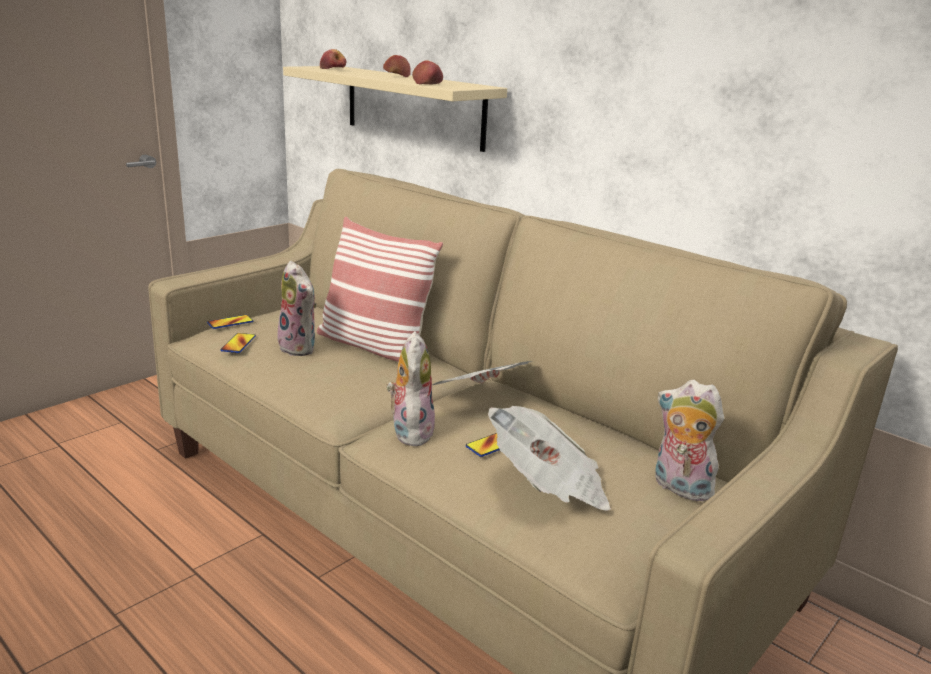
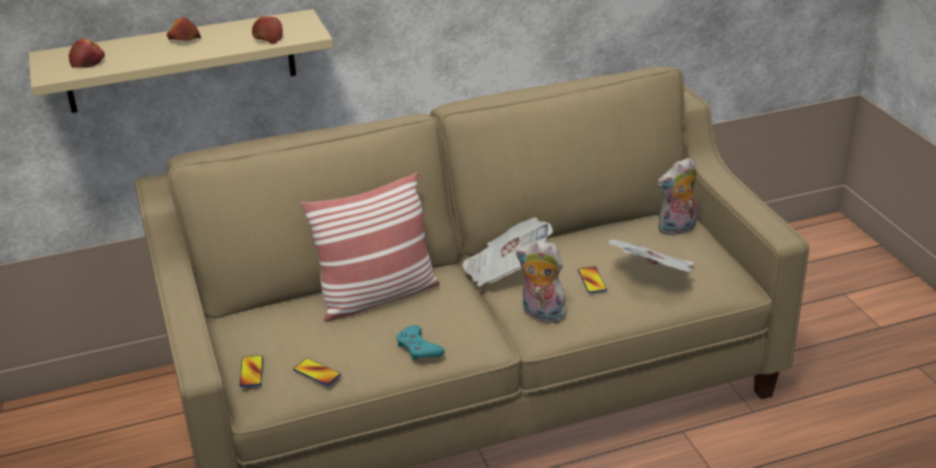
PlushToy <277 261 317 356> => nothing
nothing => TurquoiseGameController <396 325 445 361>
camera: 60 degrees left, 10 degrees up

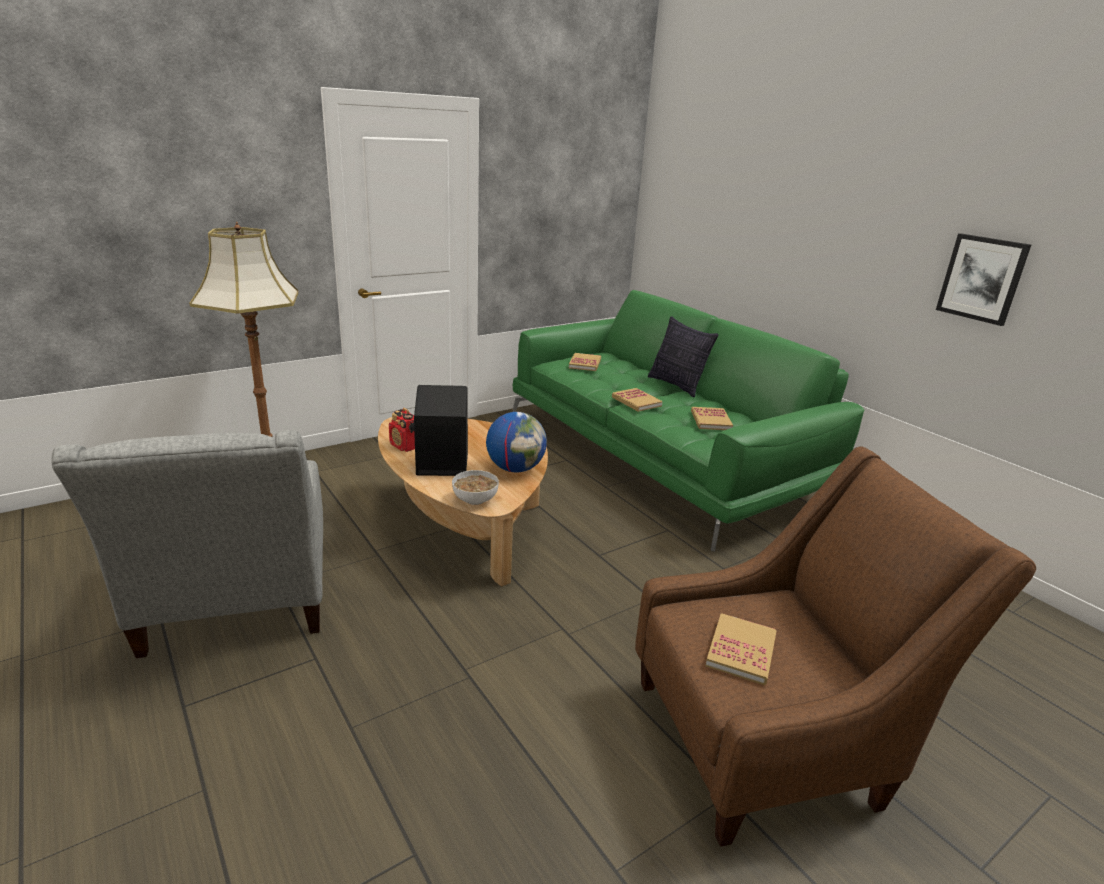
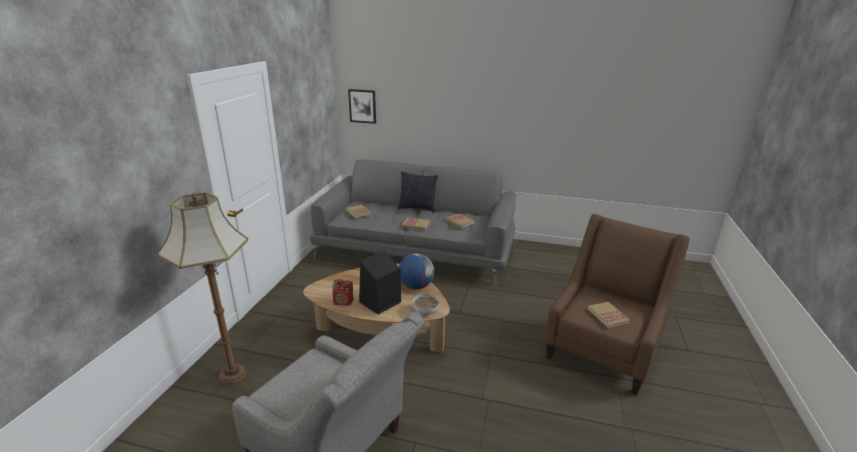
Picture <936 233 1031 326> => Picture <348 89 376 124>, moved
GreenSofa <512 290 865 552> => GreySofa <310 160 516 286>
camera: 40 degrees left, 0 degrees up

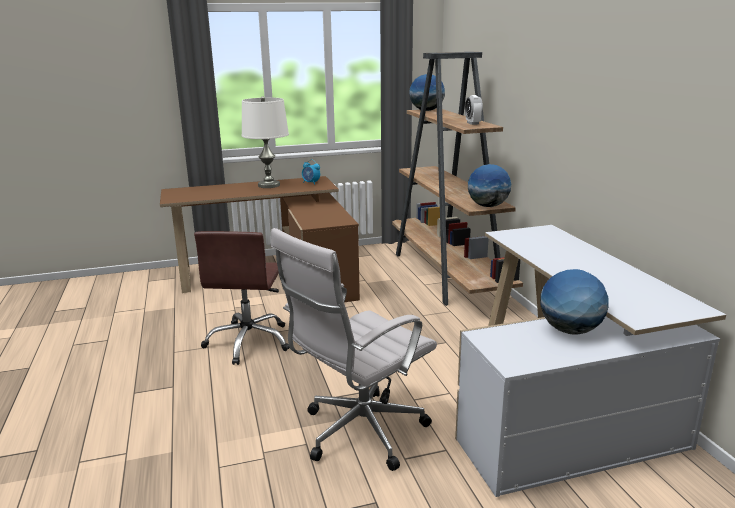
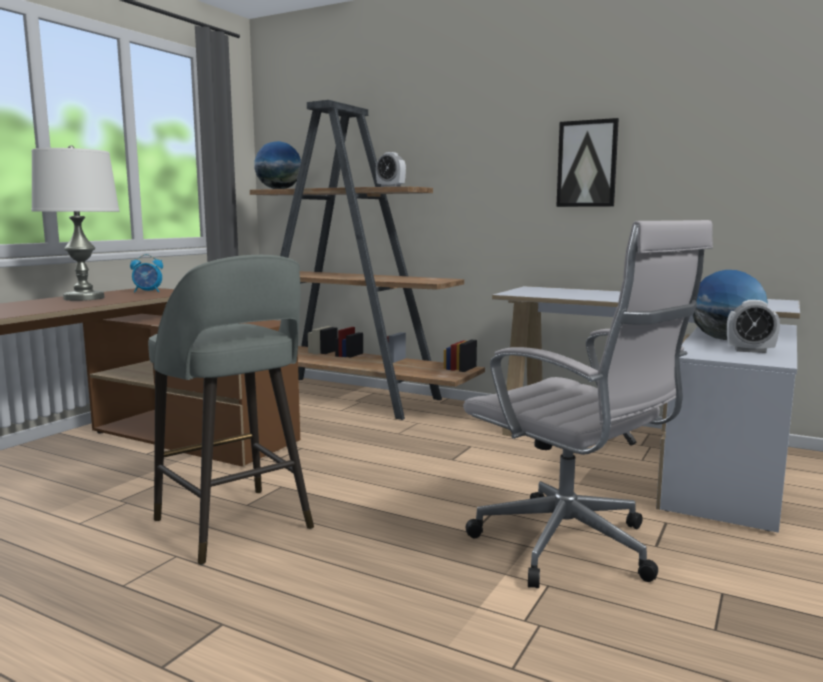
Globe <468 164 511 207> => nothing
WhiteOfficeChair <271 228 437 471> => WhiteOfficeChair <463 220 713 588>, 45 degrees counterclockwise
BrownOfficeChair <194 231 290 365> => GreyStool <148 255 314 565>
nothing => Picture <556 118 619 207>
nothing => AlarmClock <727 300 780 353>
camera: 45 degrees left, 10 degrees down

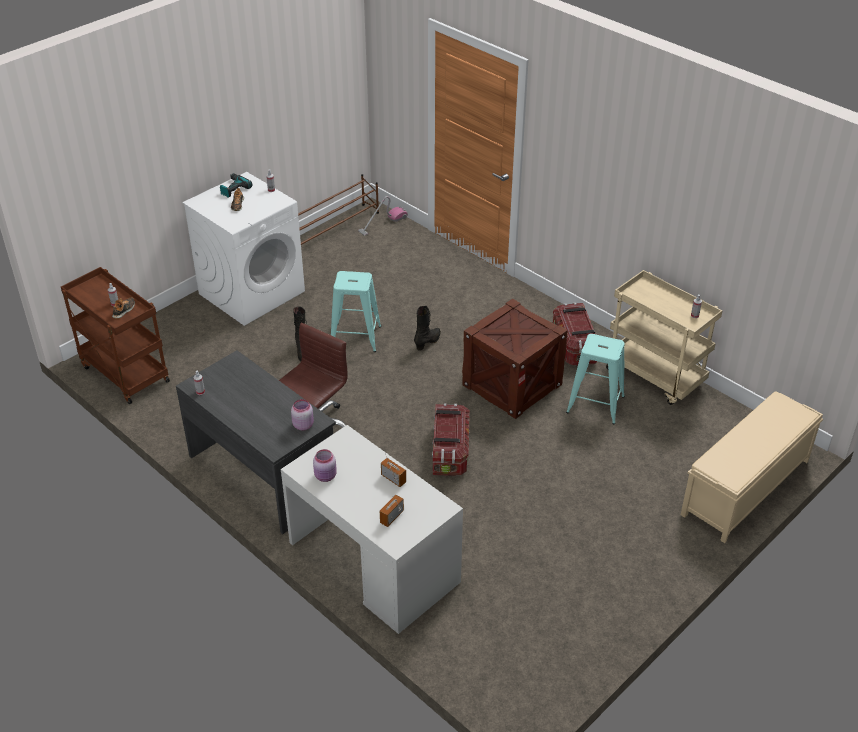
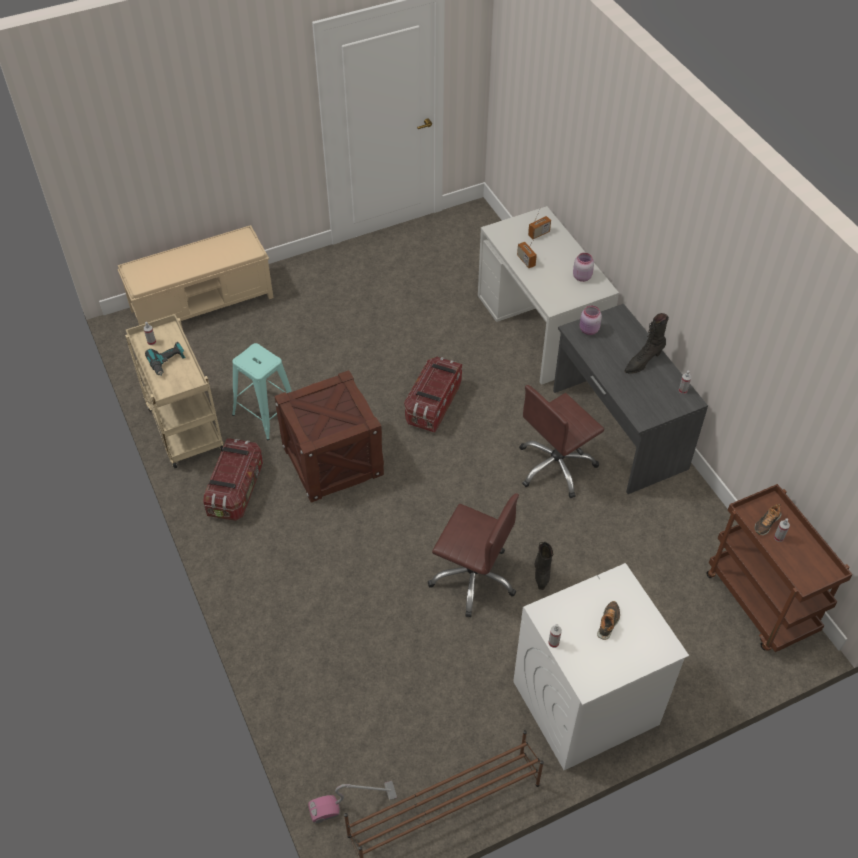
PowerDrill <220 173 253 198> => PowerDrill <145 342 186 376>, moved
TurquoiseStool <331 271 382 352> => BrownOfficeChair <428 493 519 617>
BlackBoot <414 306 441 351> => BlackBoot <624 313 669 374>, moved
camera: 160 degrees left, 10 degrees up

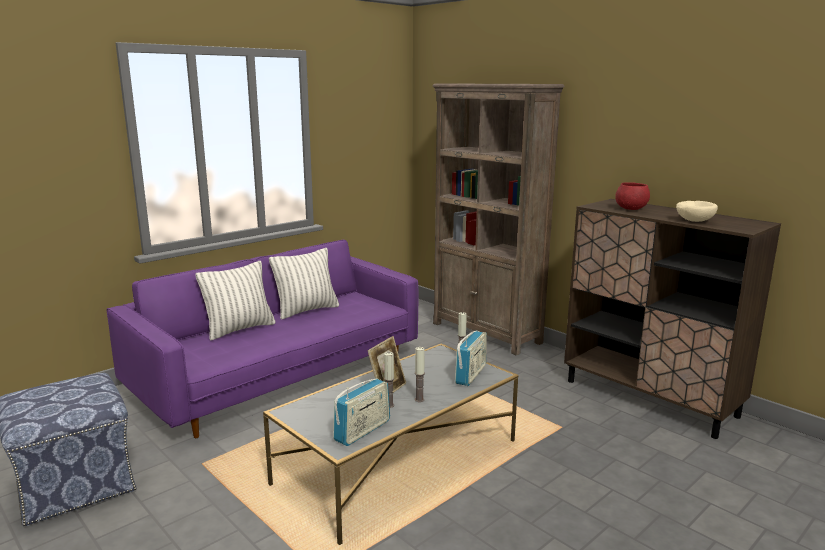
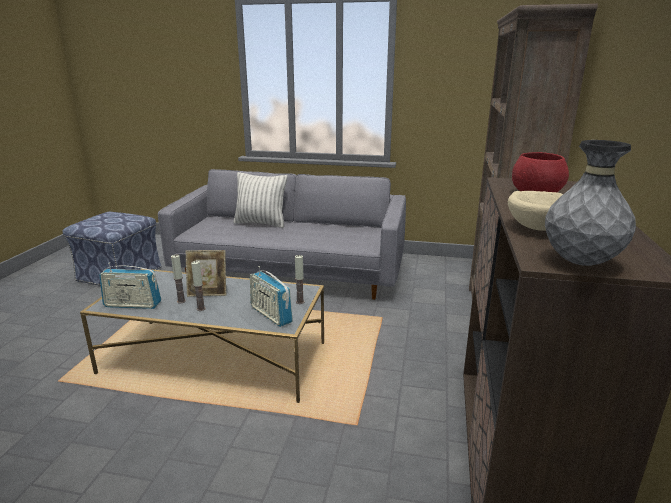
PurpleSofa <107 240 418 438> => GreySofa <158 169 406 300>
Pillow <269 248 339 320> => nothing
Radio <455 331 487 386> => Radio <250 266 293 327>, 60 degrees clockwise
nothing => GreyVase <545 140 636 266>
camera: 55 degrees right, 5 degrees up

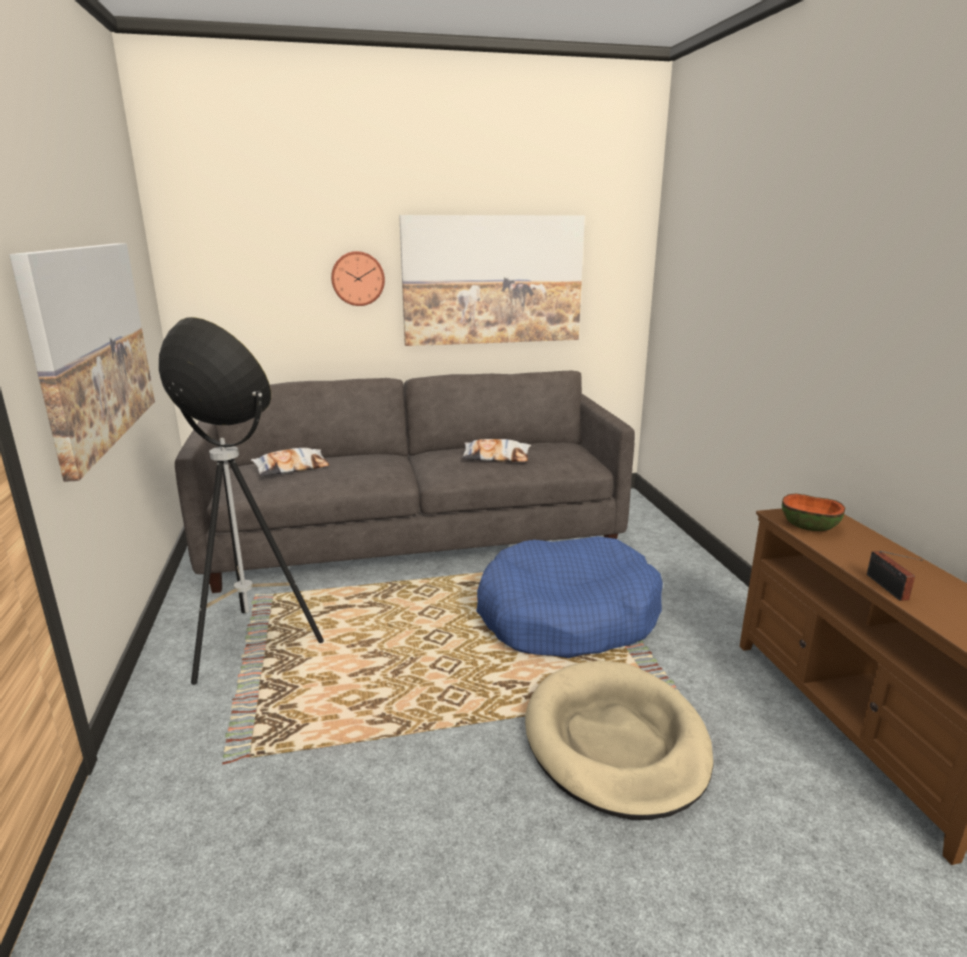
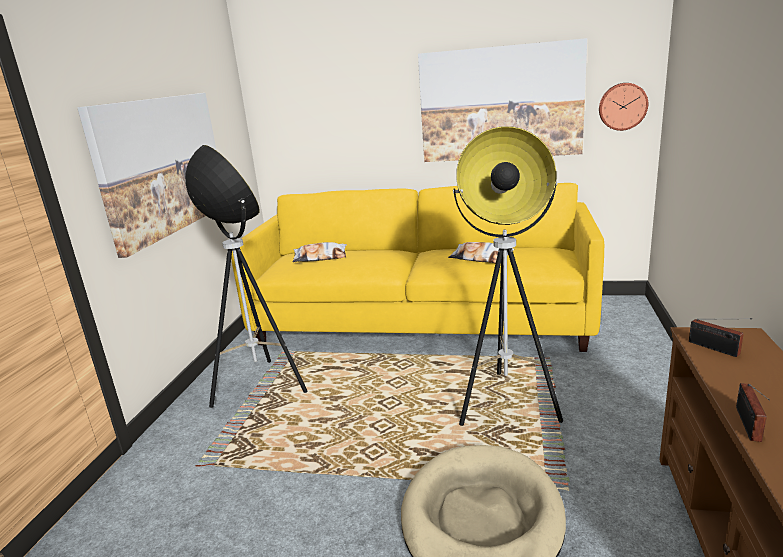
WallClock <331 251 385 306> => WallClock <599 83 648 131>, moved
GreySofa <175 371 635 593> => YellowSofa <231 183 604 352>
Bowl <782 494 845 531> => Radio <689 318 752 357>
BlueDogBed <476 536 663 658> => FloorLamp <453 126 563 426>
camera: 25 degrees right, 0 degrees up

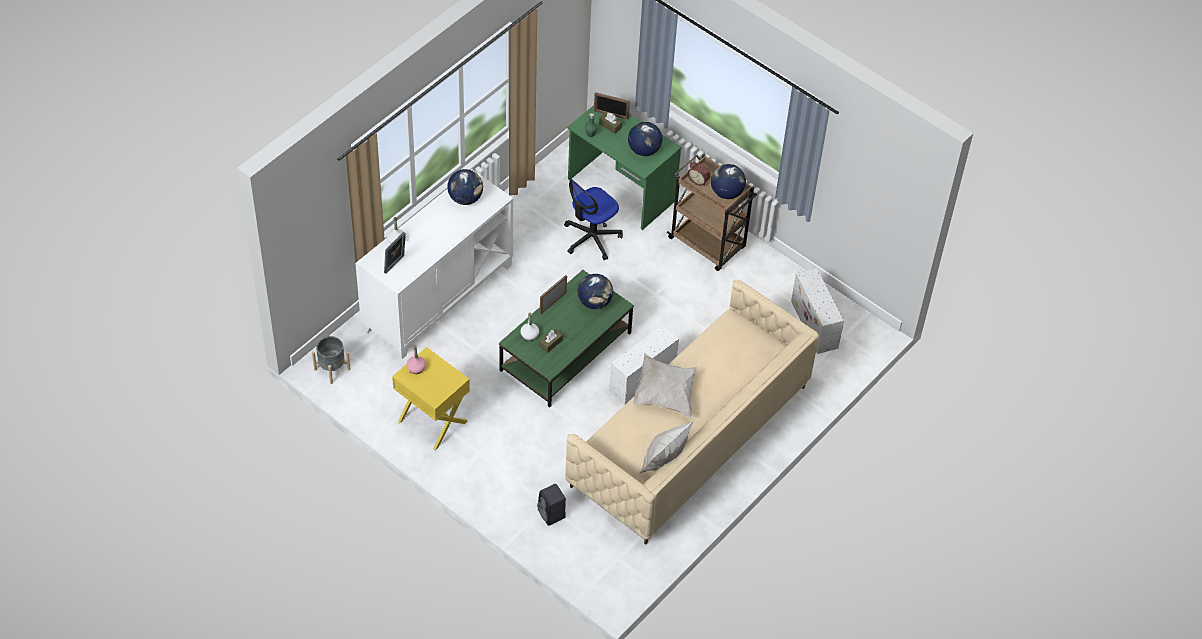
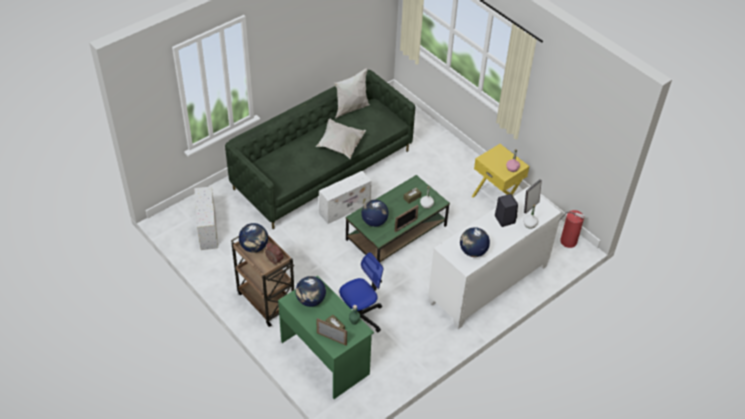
BeigeSofa <565 280 819 544> => GreenSofa <225 70 415 229>
GreyPlanter <312 336 350 384> => FireExtinguisher <560 210 585 248>
BlackSpeaker <537 484 566 526> => BlackSpeaker <495 194 518 227>, moved
camera: 170 degrees left, 5 degrees down

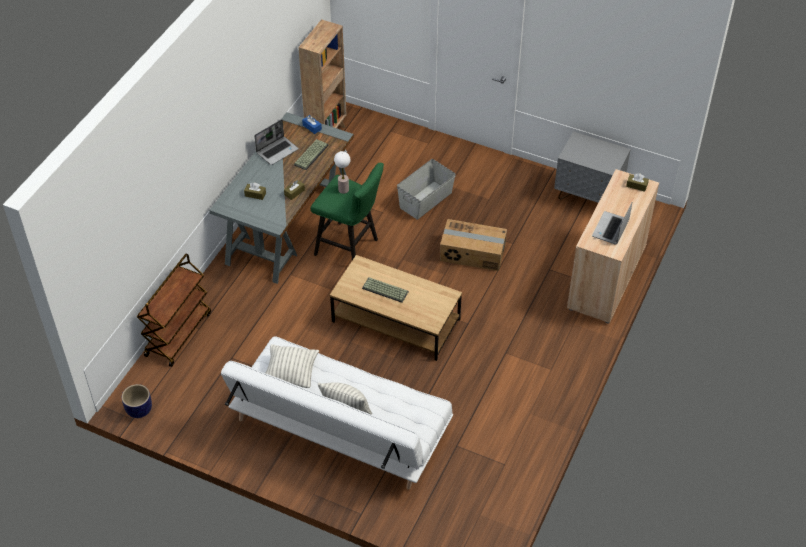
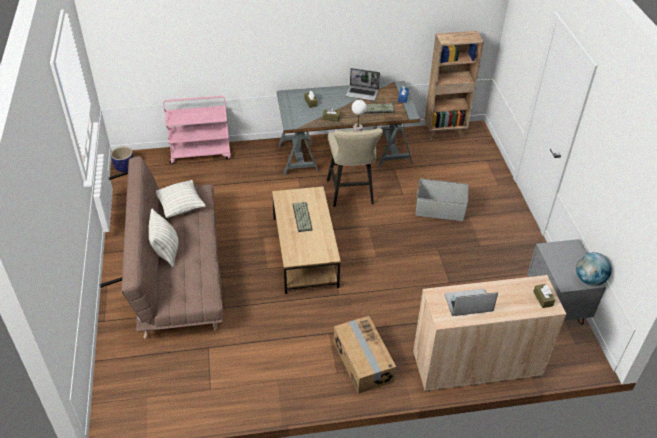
GreenStool <311 163 384 260> => BeigeStool <327 128 383 207>
CardboardBox <440 219 507 271> => CardboardBox <334 316 396 394>, moved
BrownCart <137 254 211 367> => PinkCart <163 96 231 164>
WhiteSofa <221 336 453 490> => BrownSofa <99 157 223 339>
nothing => Globe <576 252 612 286>
camera: 55 degrees right, 5 degrees down

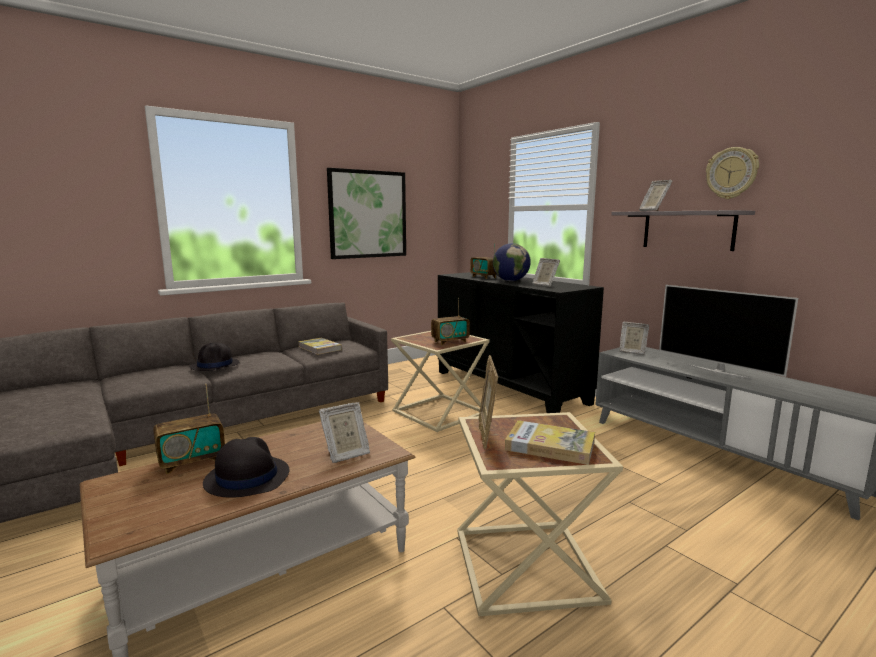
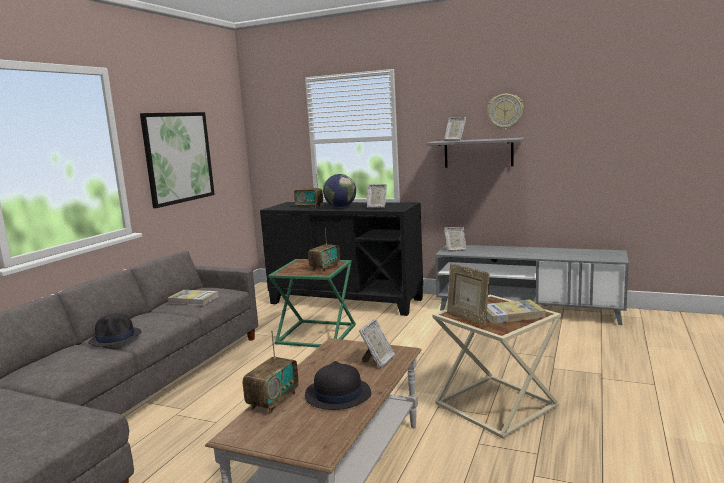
Television <659 285 798 379> => nothing
BeigeSideTable <391 331 490 432> => GreenSideTable <268 259 356 347>
camera: 30 degrees left, 0 degrees up

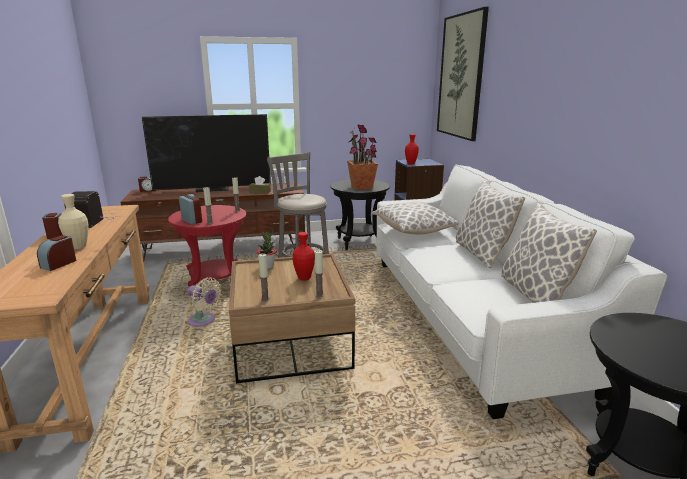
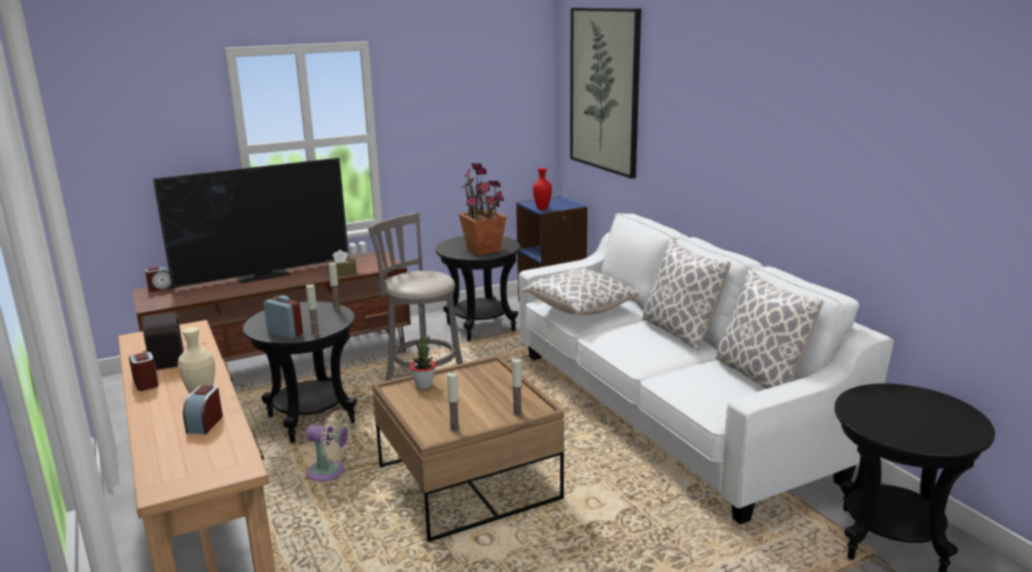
RedSideTable <168 205 247 286> => BlackSideTable <243 301 357 443>
RedVase <292 232 315 281> => nothing
camera: 15 degrees left, 0 degrees up

